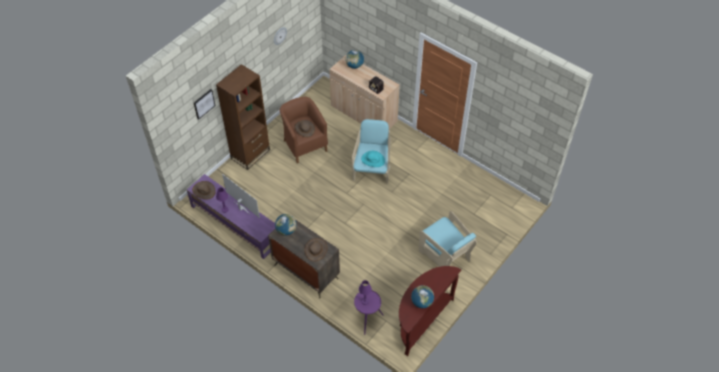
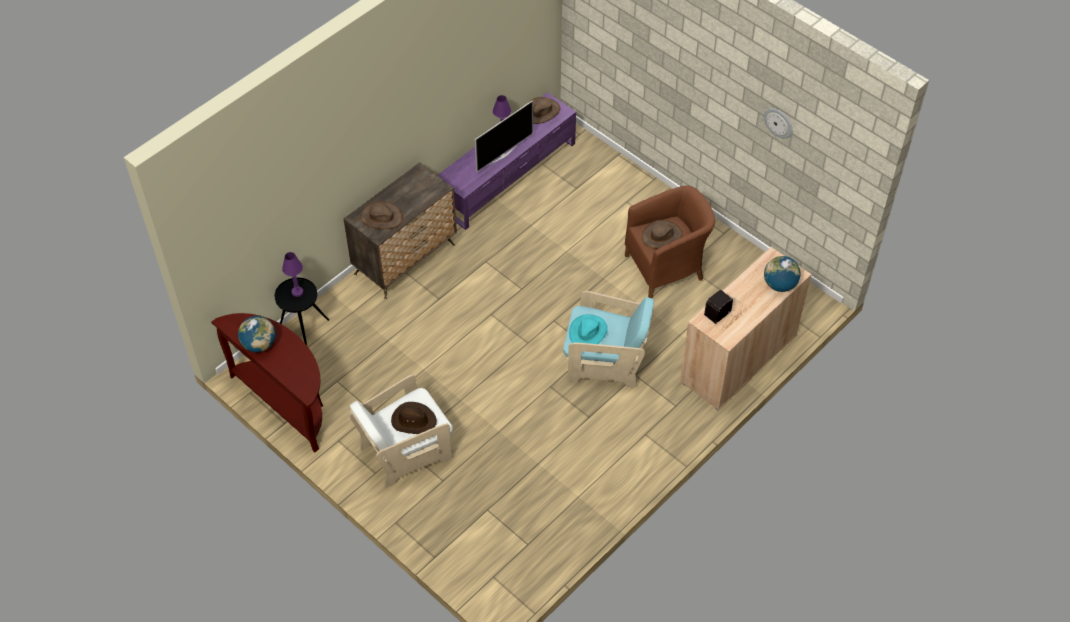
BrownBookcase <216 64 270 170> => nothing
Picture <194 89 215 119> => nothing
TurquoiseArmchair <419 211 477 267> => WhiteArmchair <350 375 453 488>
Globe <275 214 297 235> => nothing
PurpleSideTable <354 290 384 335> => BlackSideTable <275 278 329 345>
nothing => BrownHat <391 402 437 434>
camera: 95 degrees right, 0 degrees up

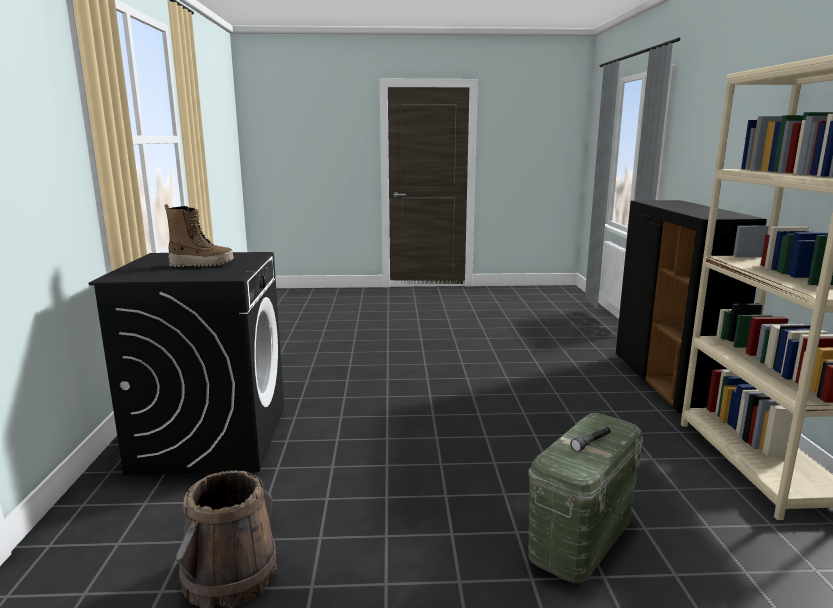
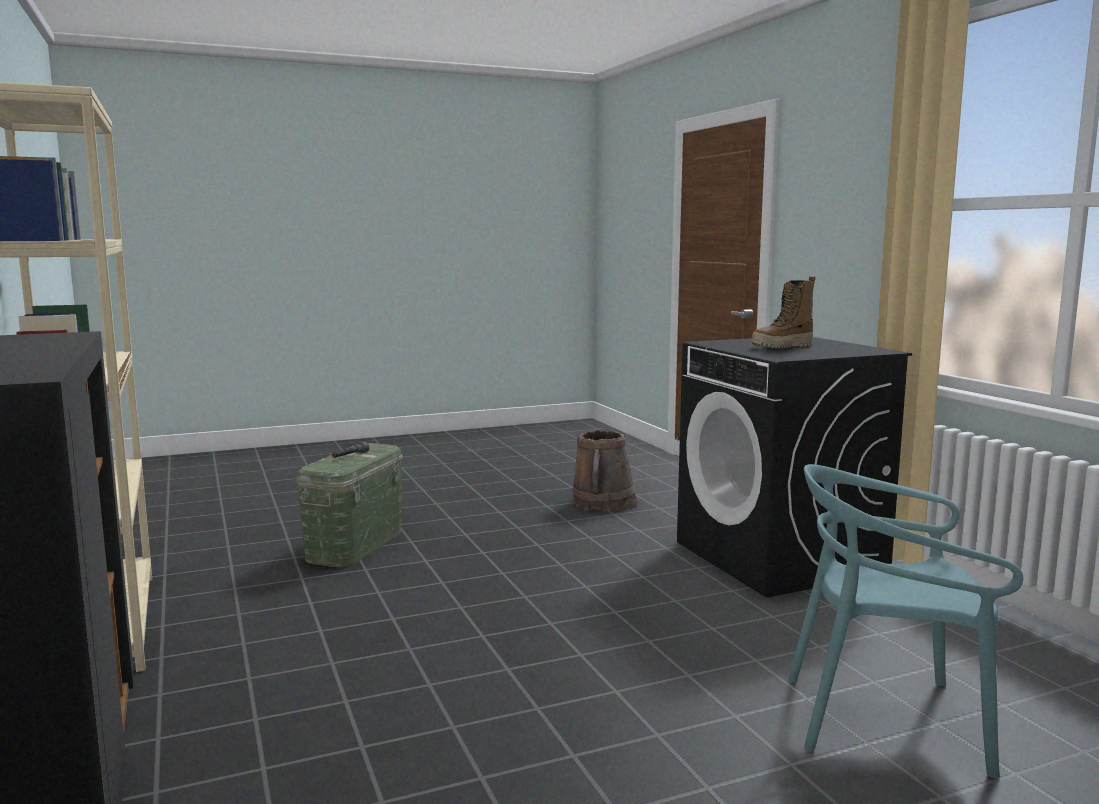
nothing => TurquoiseChair <788 464 1023 778>
camera: 160 degrees right, 5 degrees down

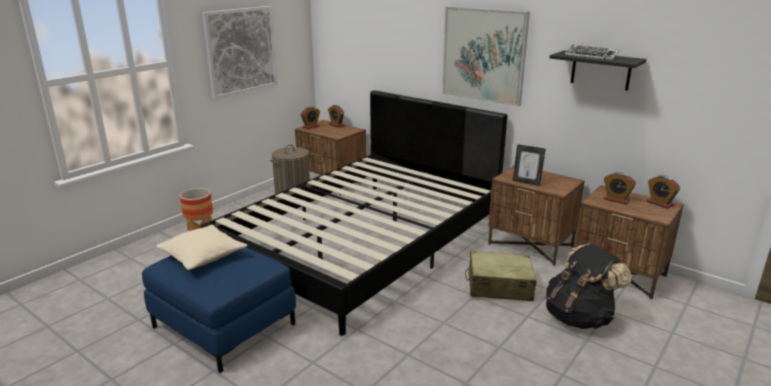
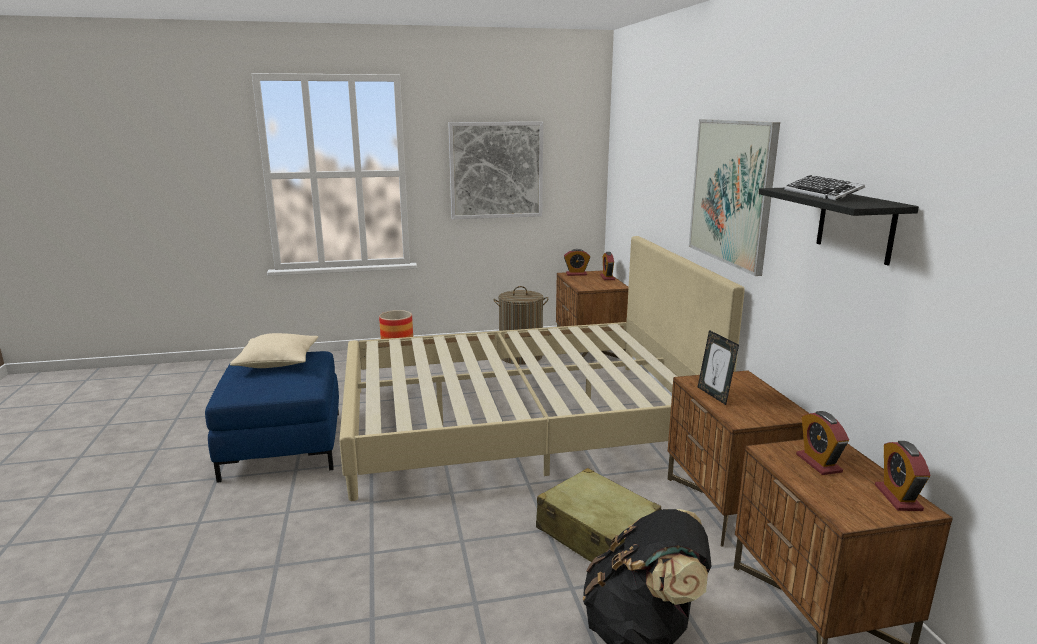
BlackBed <201 90 507 336> => BeigeBed <339 236 745 501>
camera: 40 degrees right, 5 degrees down

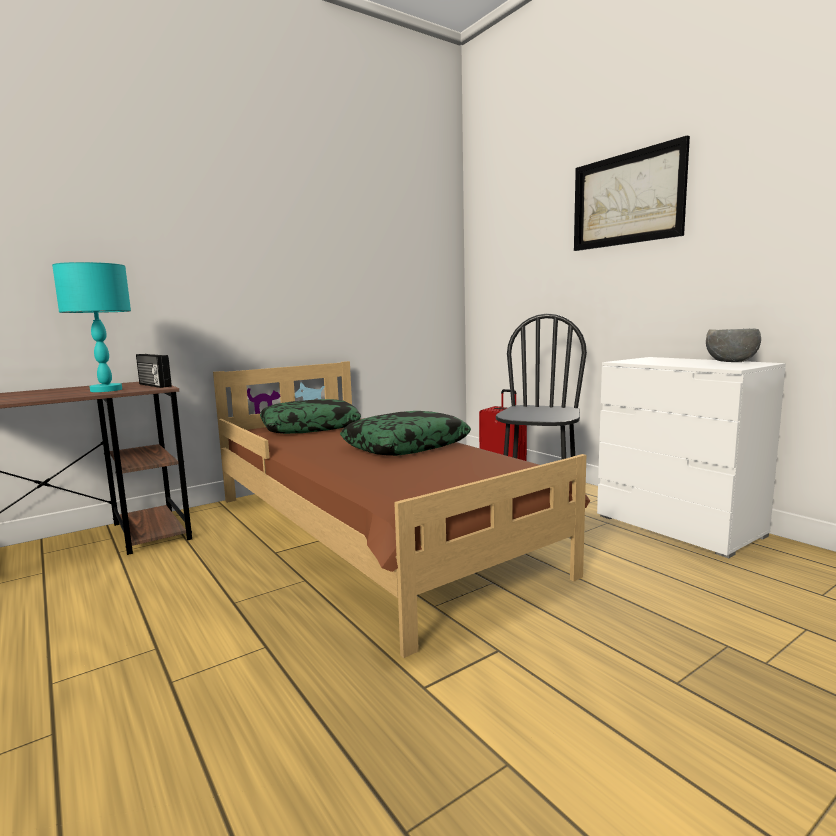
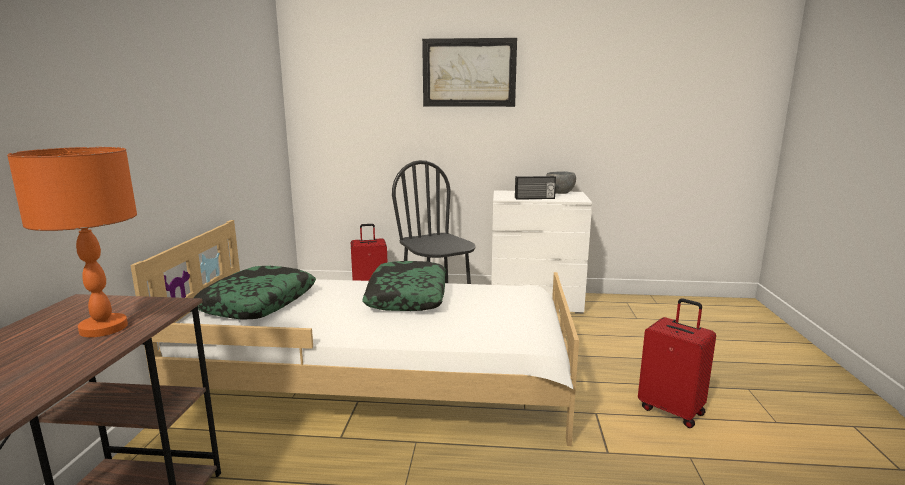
TurquoiseTableLamp <52 262 131 392> => OrangeTableLamp <7 147 137 337>
Radio <136 354 172 388> => Radio <515 176 556 200>, moved
BrownBed <213 361 590 658> => WhiteBed <130 220 579 446>
nothing => RedSuitcase <638 298 716 428>
camera: 50 degrees left, 5 degrees up

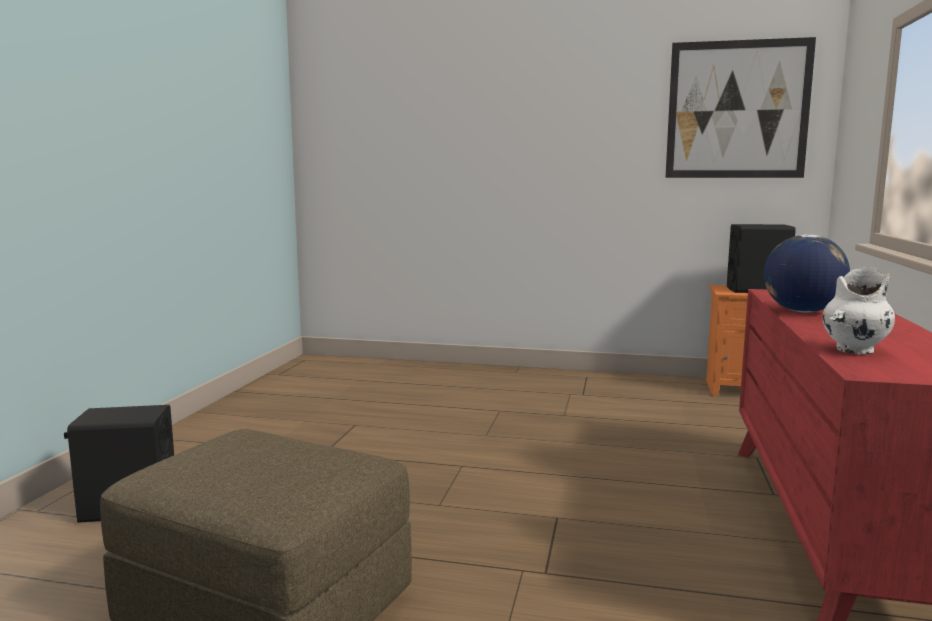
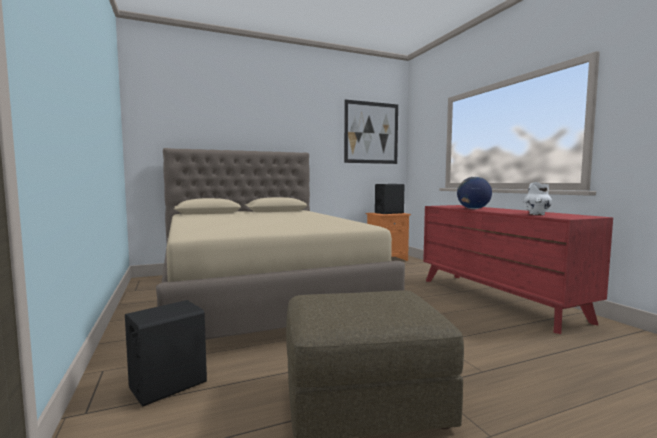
nothing => BeigeBed <156 148 405 340>
camera: 35 degrees left, 5 degrees down

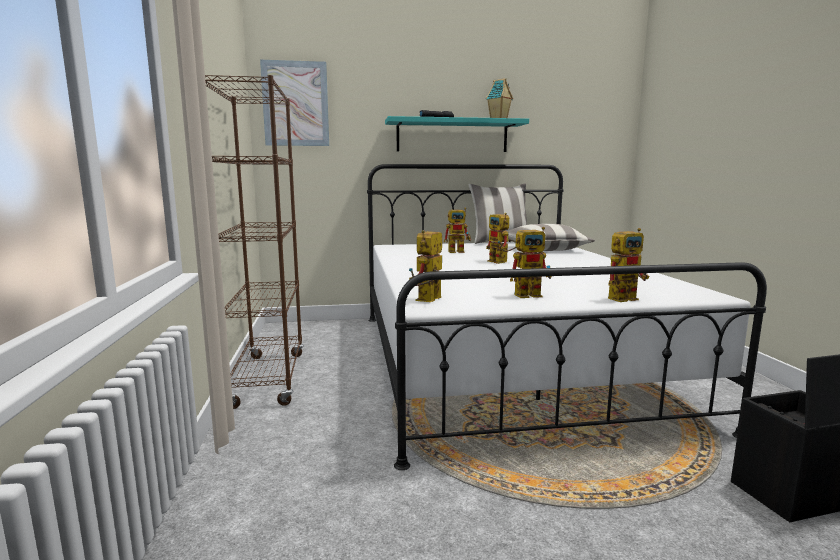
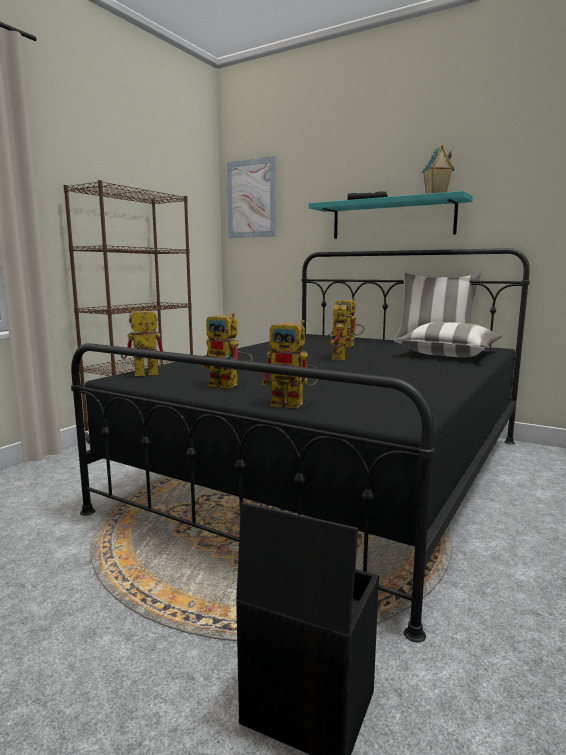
WhiteBed <367 164 767 470> => BlackBed <71 248 530 643>
camera: 40 degrees right, 0 degrees up

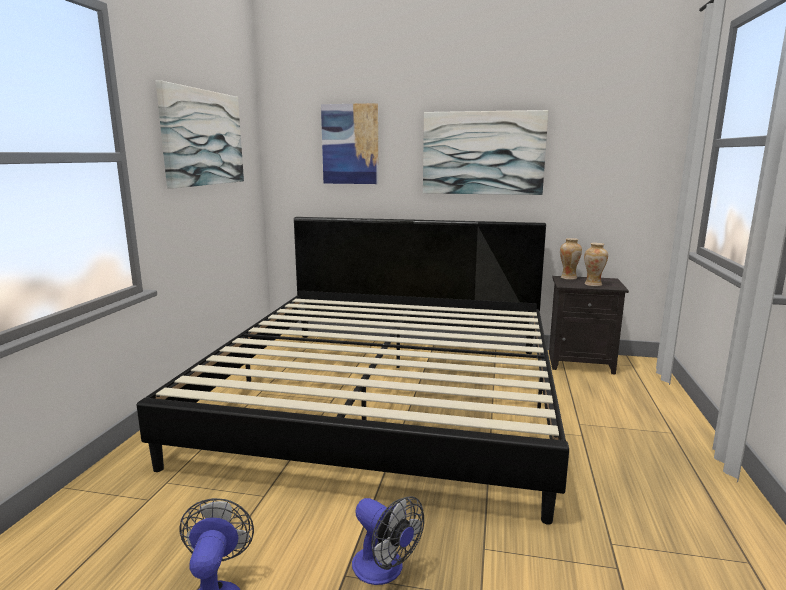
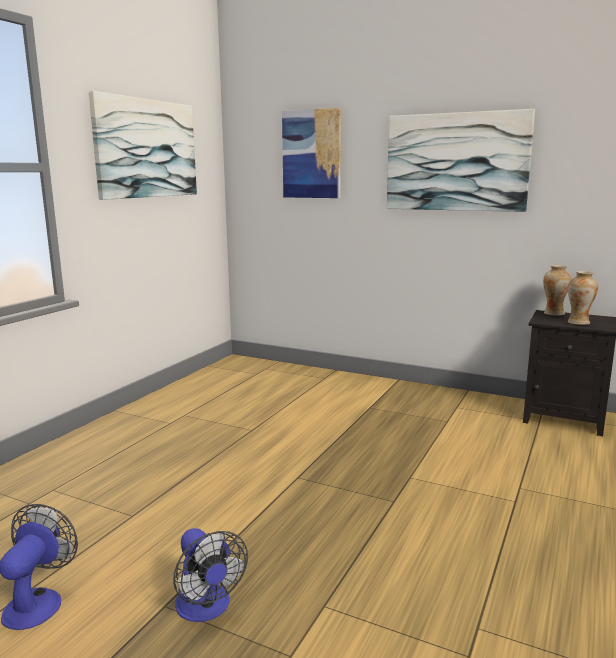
Bed <137 217 569 525> => nothing
camera: 15 degrees right, 0 degrees up

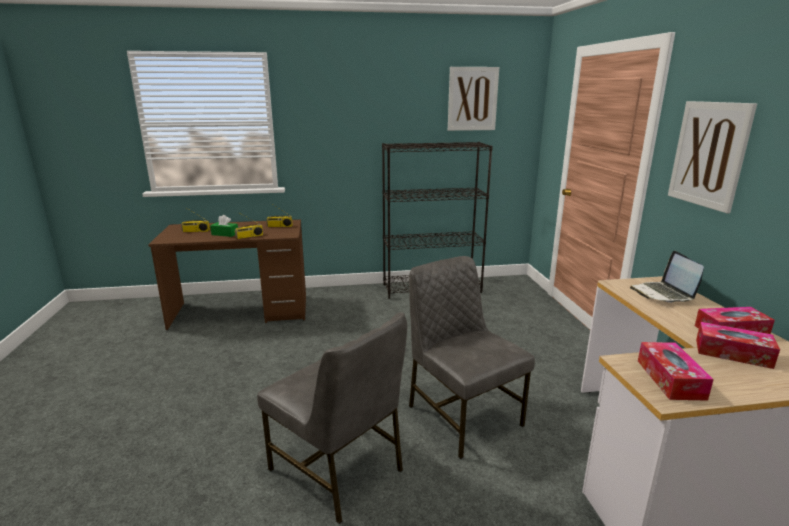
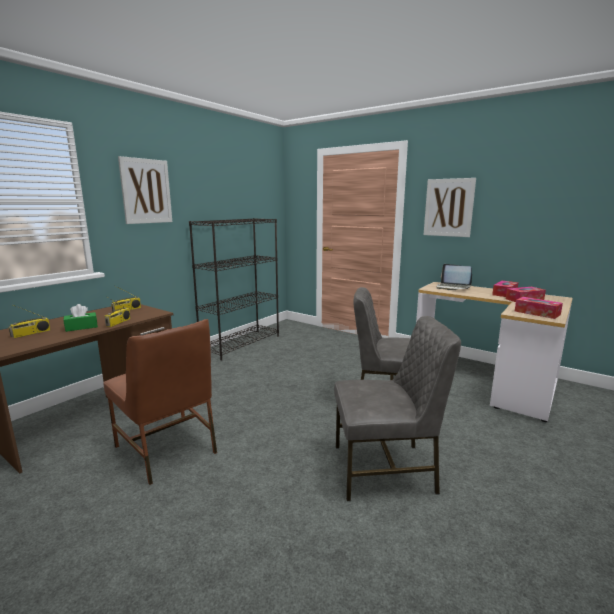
Picture <448 67 499 131> => Picture <118 156 172 224>, moved
nothing => BrownChair <104 319 217 485>
camera: 45 degrees left, 5 degrees down

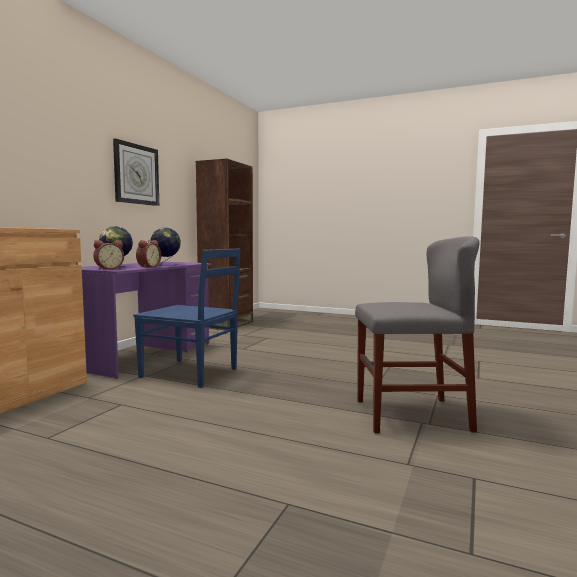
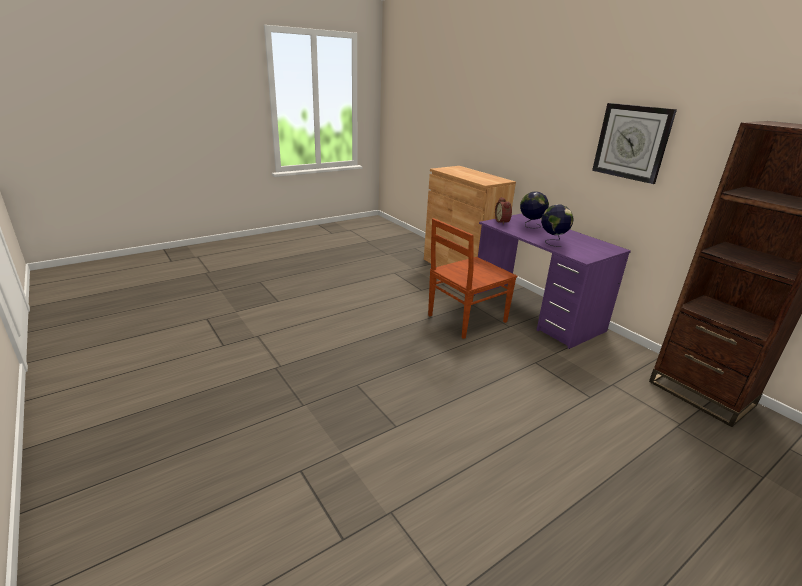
GreyChair <355 236 480 433> => nothing
AlarmClock <136 240 161 268> => nothing
BlueChair <133 249 241 388> => BrownChair <428 218 517 339>
camera: 120 degrees right, 20 degrees up

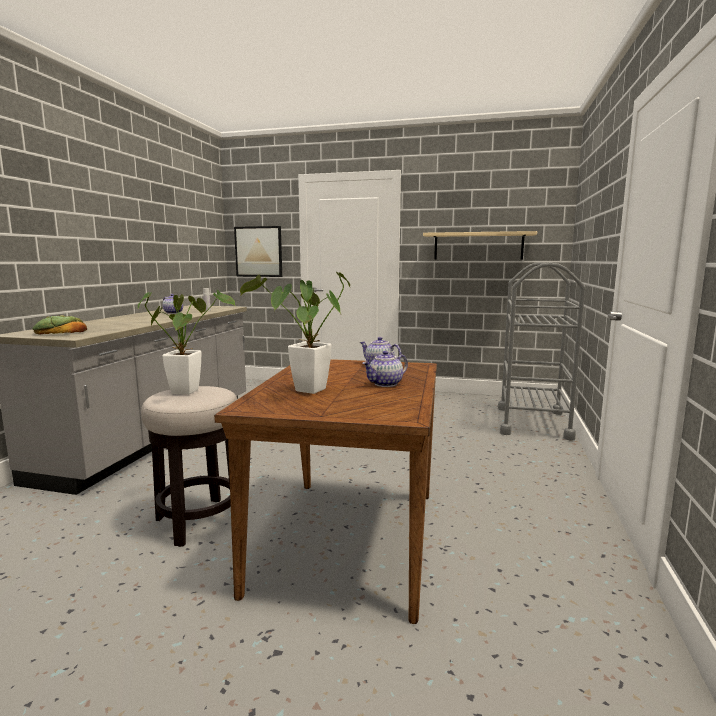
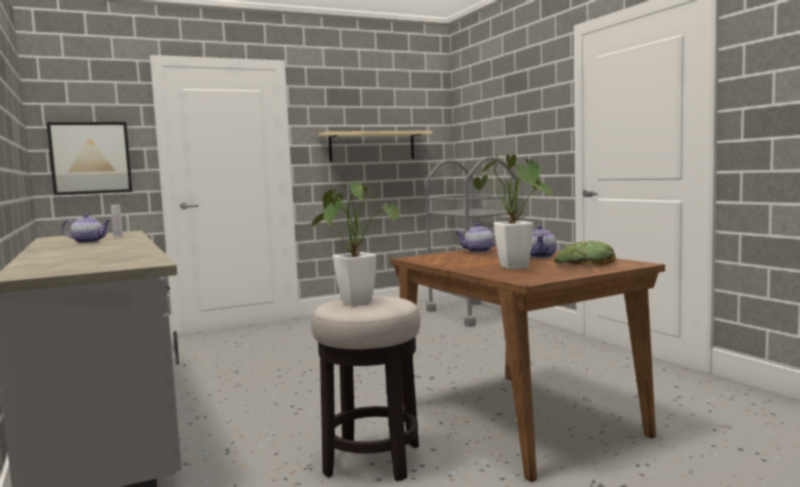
Bread <33 315 88 334> => Bread <554 240 616 265>, moved
camera: 40 degrees left, 5 degrees down

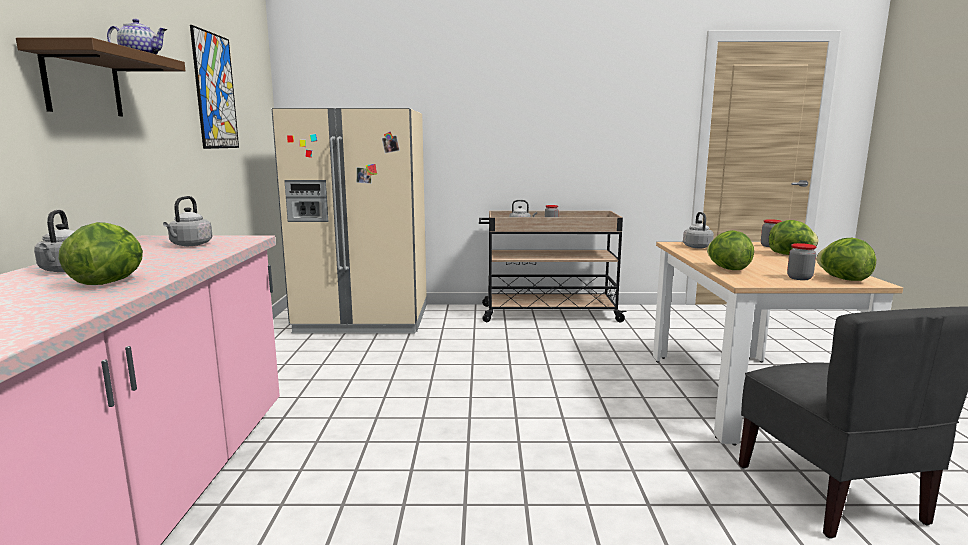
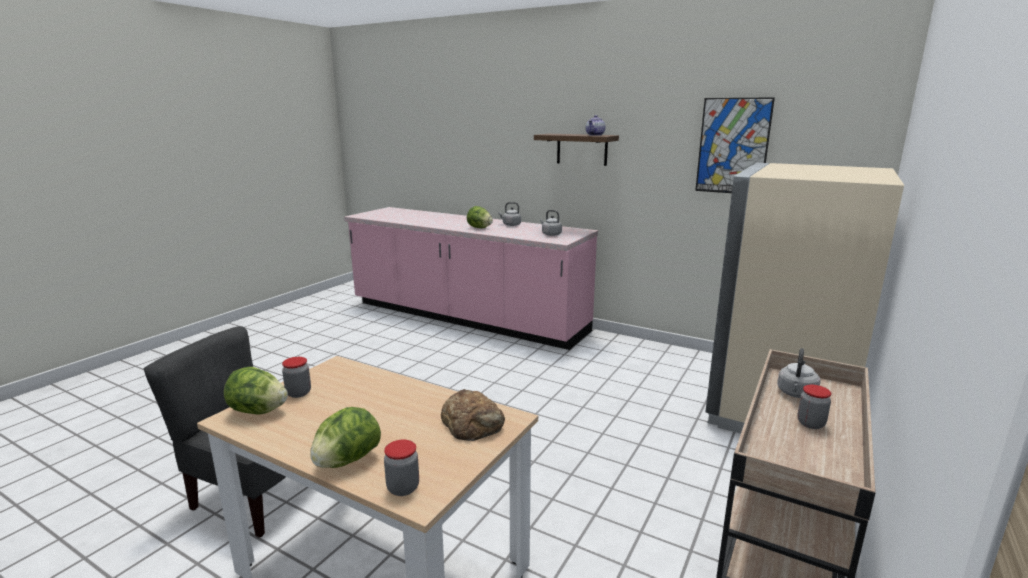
GreyKettle <683 212 714 248> => Bread <441 389 505 441>
Lettuce <707 230 754 270> => nothing
camera: 120 degrees right, 5 degrees up

